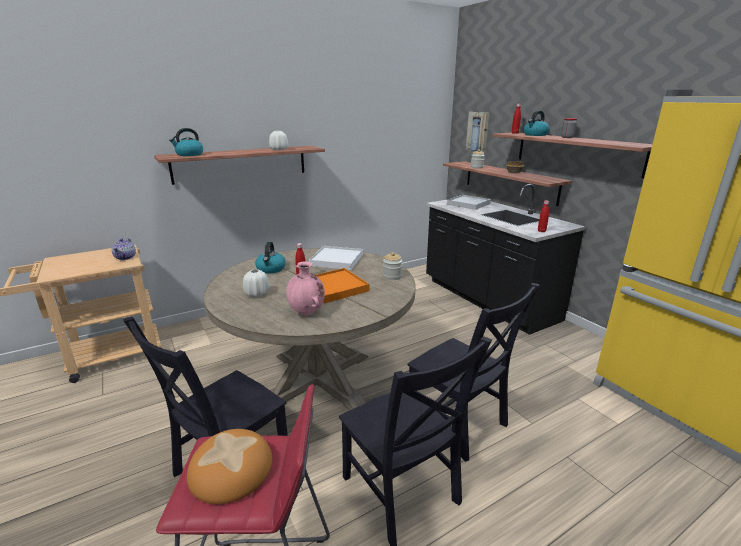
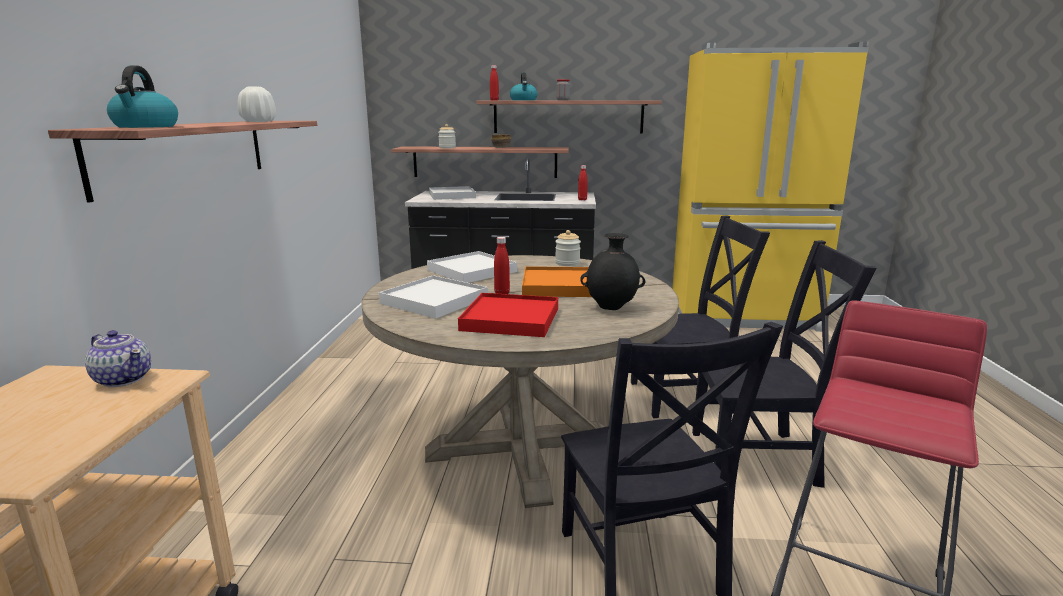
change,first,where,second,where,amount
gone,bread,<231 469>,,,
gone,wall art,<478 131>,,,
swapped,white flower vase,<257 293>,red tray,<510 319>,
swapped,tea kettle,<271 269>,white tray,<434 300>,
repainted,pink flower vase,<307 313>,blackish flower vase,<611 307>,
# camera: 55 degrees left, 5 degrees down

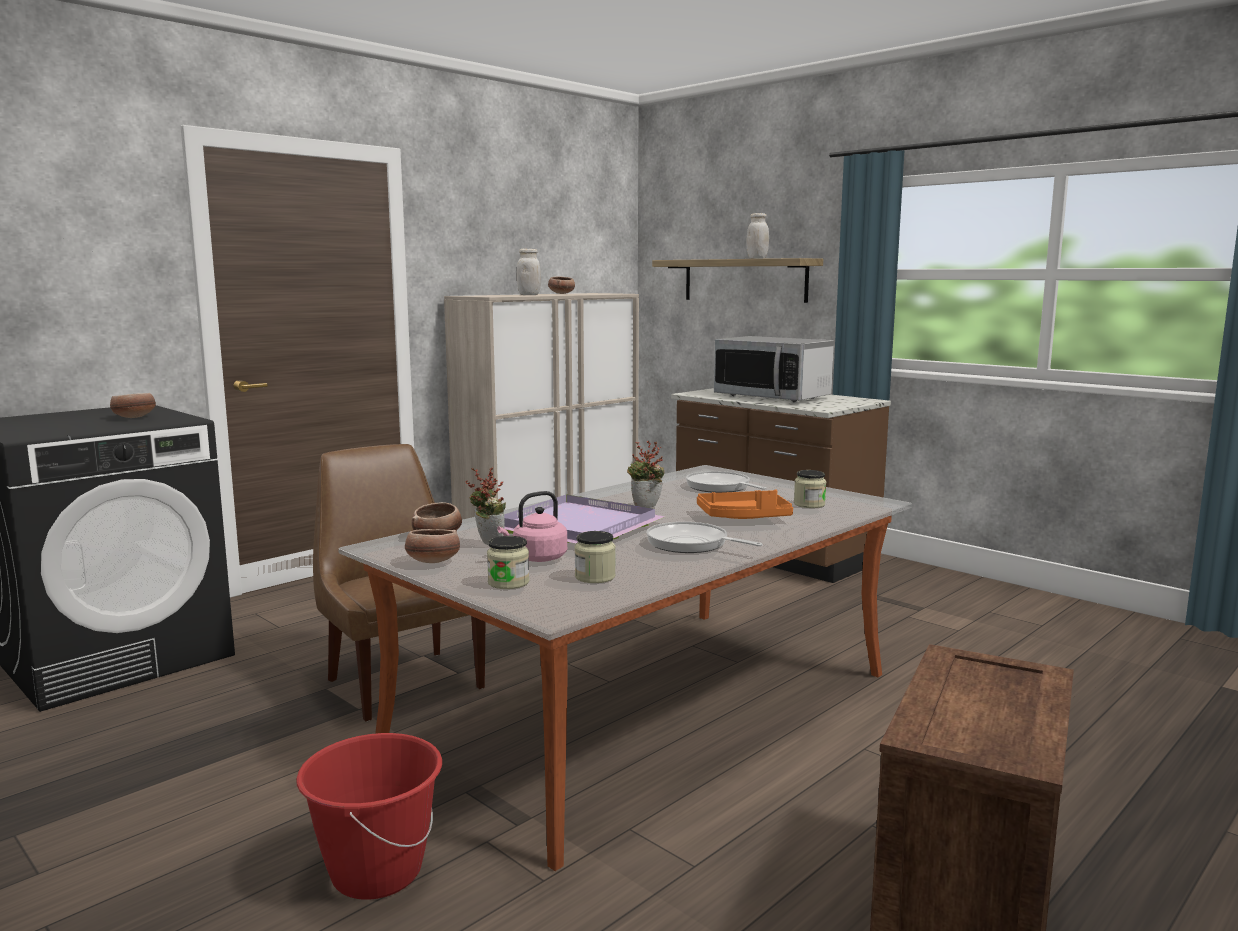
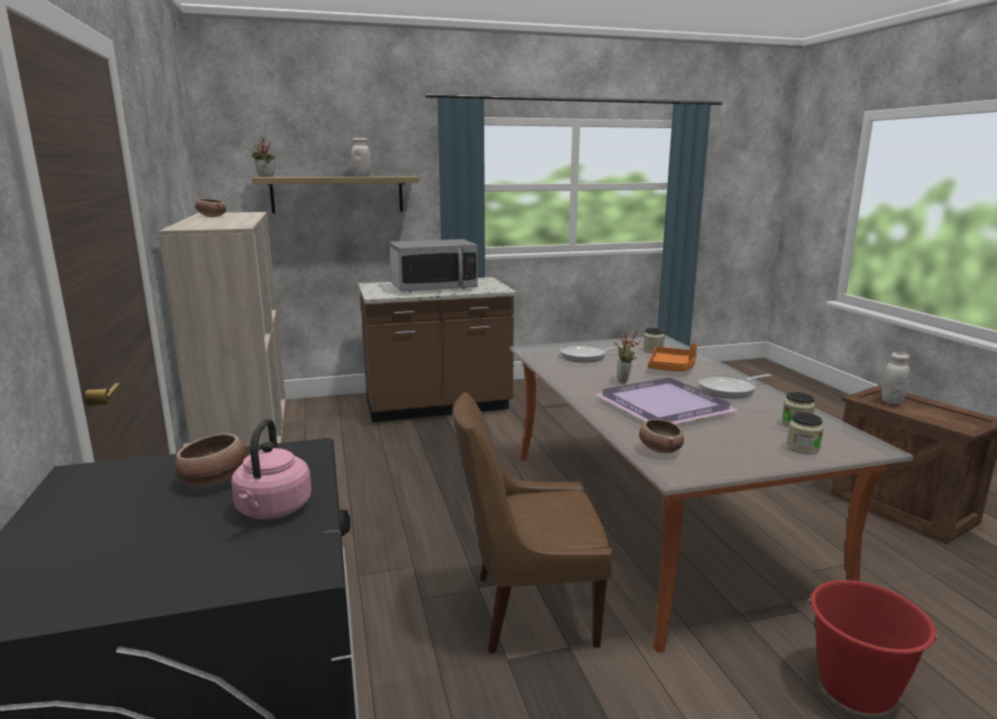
change,first,where,second,where,amount
gone,deep dish,<432 562>,,,
shifted,plant in a pot,<487 544>,,<265 177>,
shifted,pink tea kettle,<537 558>,,<272 510>,
shifted,white storage jar,<529 295>,,<891 401>,
# camera: 60 degrees left, 5 degrees up

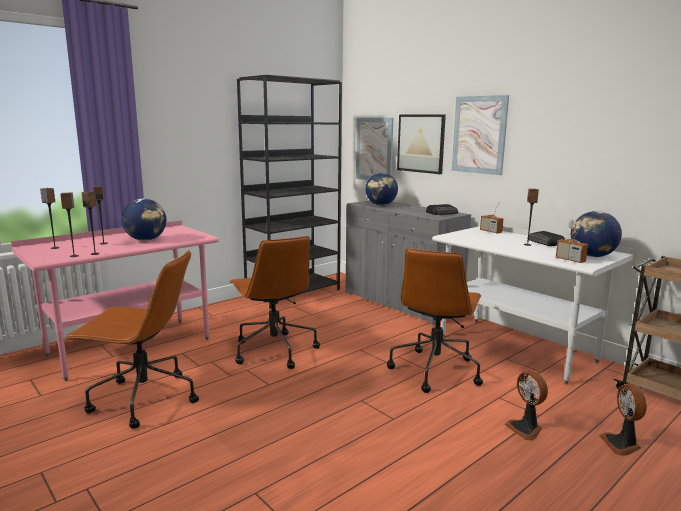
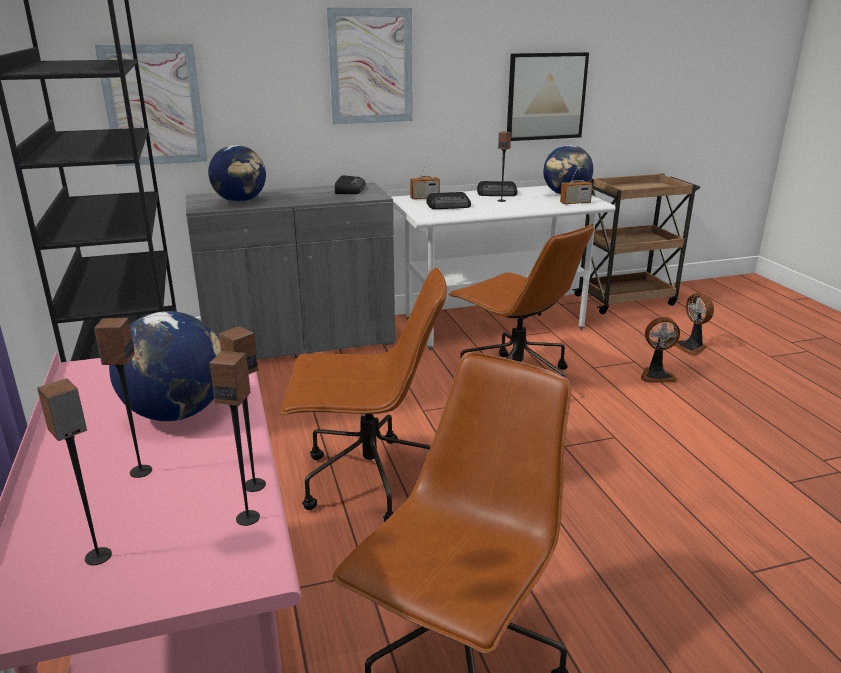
change,first,where,second,where,amount
new,,,radio receiver,<449 206>,
shifted,wall art,<421 143>,,<546 96>,
rotated,electric fan,<621 444>,,<691 347>,45 degrees clockwise
# camera: 65 degrees left, 10 degrees up

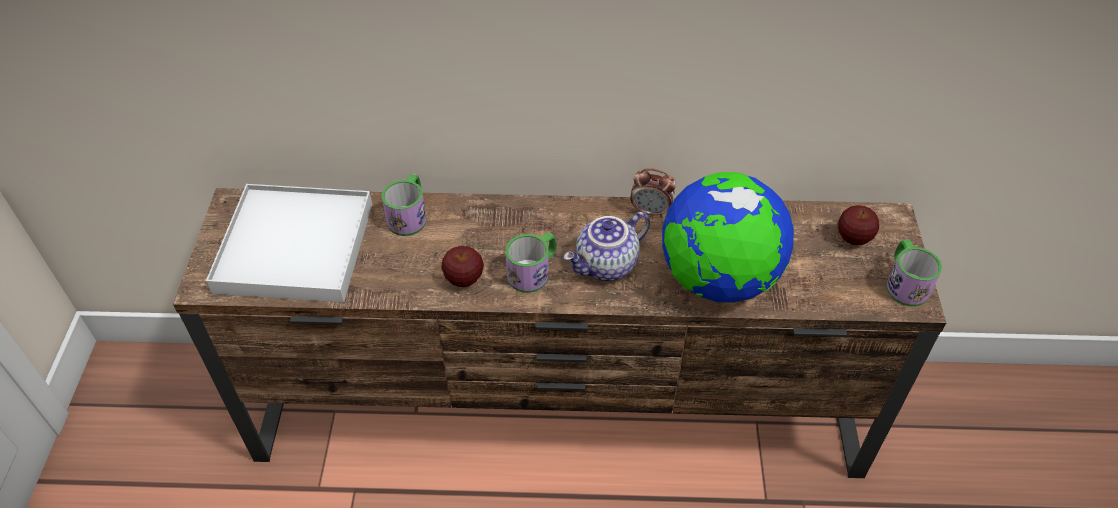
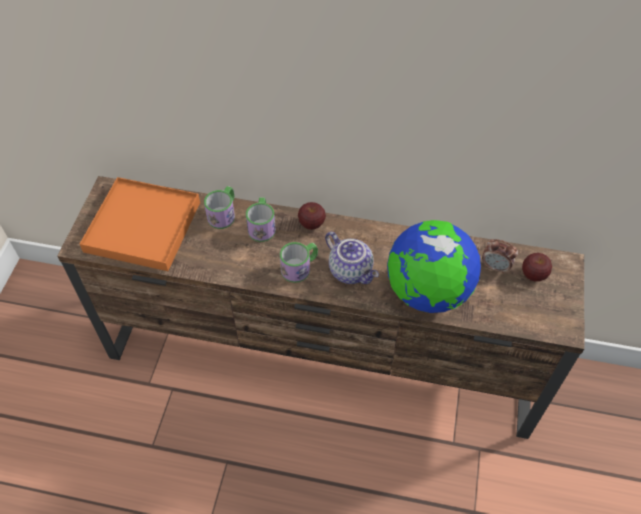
change,first,where,second,where,amount
shifted,whole apple,<464 279>,,<311 224>,
shifted,bedside clock,<651 211>,,<495 267>,
shifted,coffee mug,<904 283>,,<262 226>,
repainted,white tray,<294 247>,orange-coloured tray,<142 227>,
rotated,teapot,<607 266>,,<351 271>,105 degrees counterclockwise
# camera: 10 degrees right, 5 degrees up

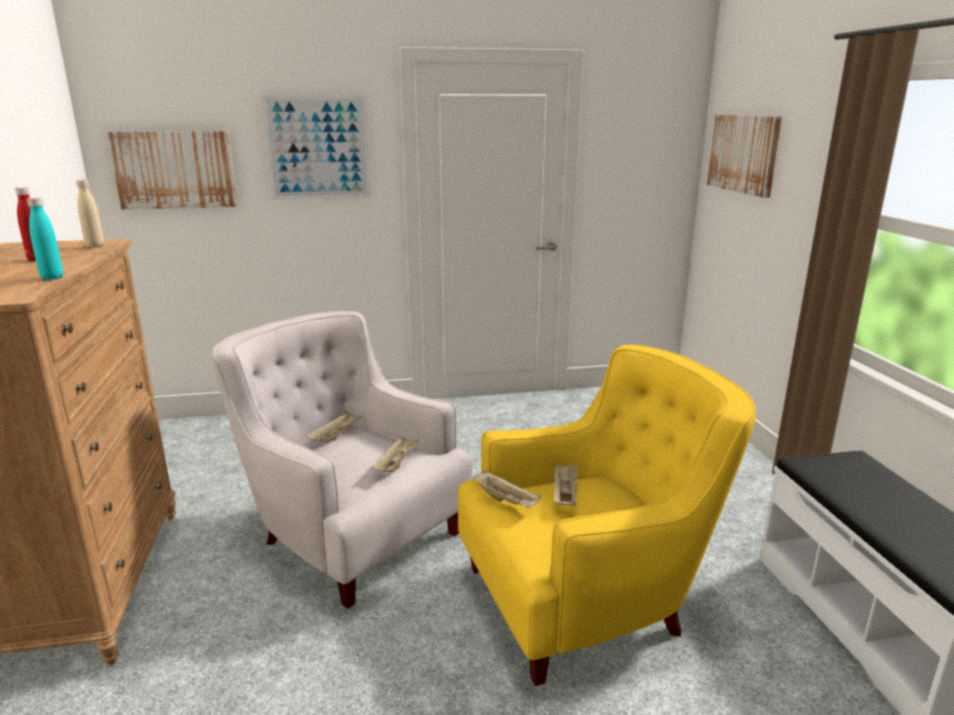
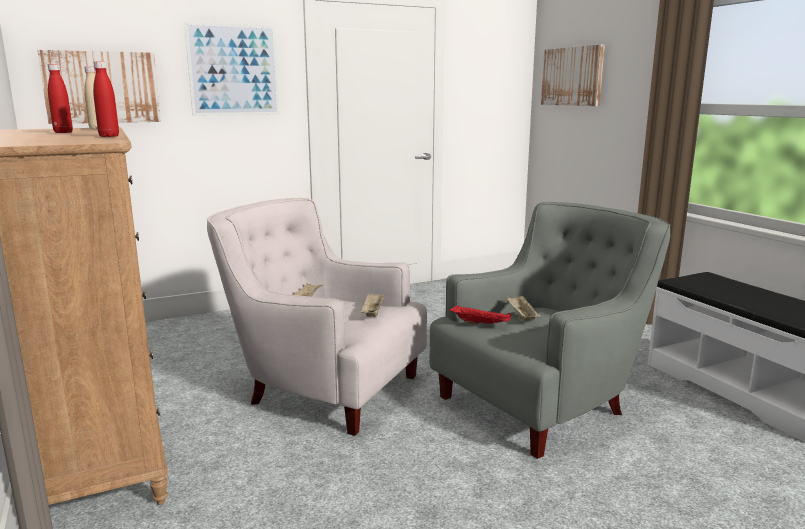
change,first,where,second,where,amount
repainted,turquoise-coloured beverage bottle,<52 278>,red beverage bottle,<109 136>,
repainted,yellowish lounge chair,<589 598>,greyish lounge chair,<542 402>,
repainted,beige-coloured tray,<507 501>,red tray,<481 324>,
# camera: 15 degrees left, 5 degrees down

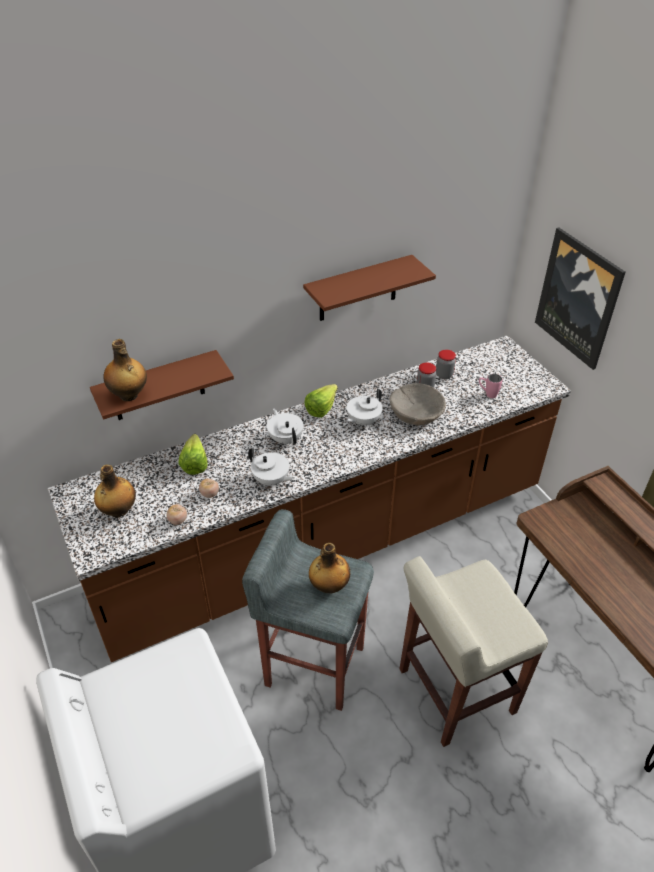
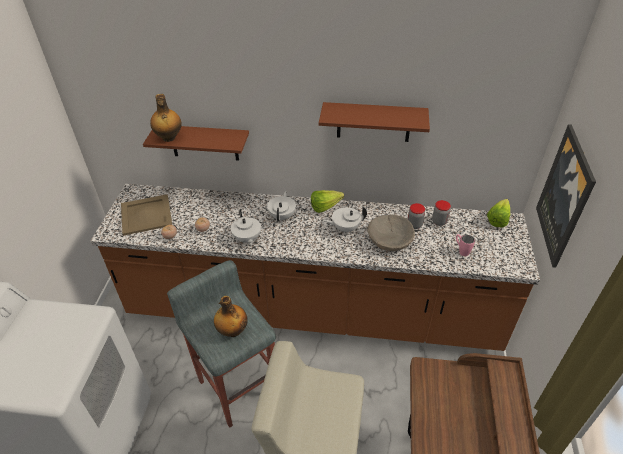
change,first,where,second,where,amount
shifted,lettuce head,<196 461>,,<499 218>,
swapped,beverage bottle,<118 511>,beige-coloured tray,<145 214>,
# camera: 35 degrees right, 0 degrees up

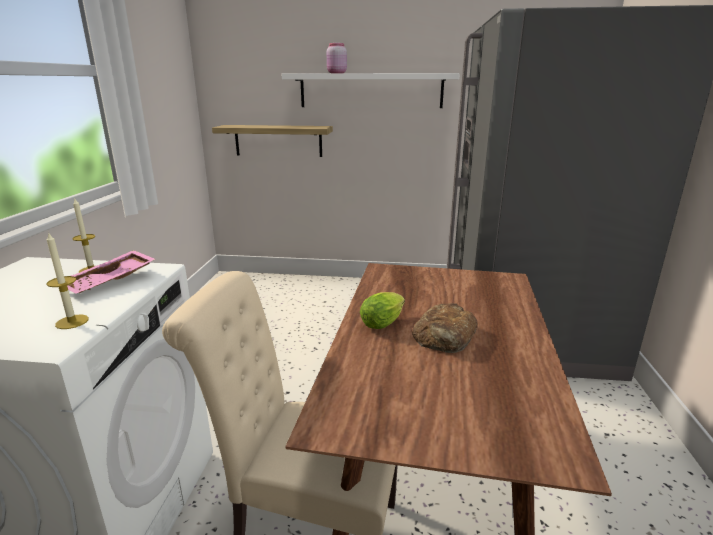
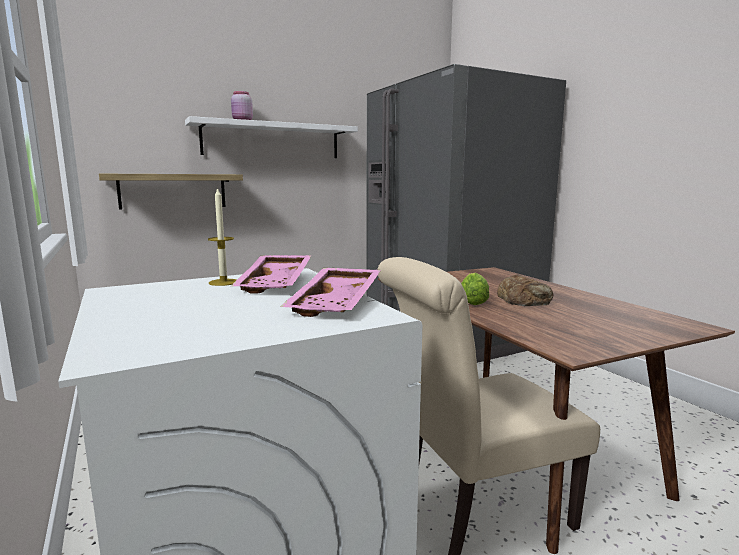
change,first,where,second,where,amount
swapped,candle,<72 322>,pink tray,<338 303>,
# camera: 35 degrees left, 10 degrees down

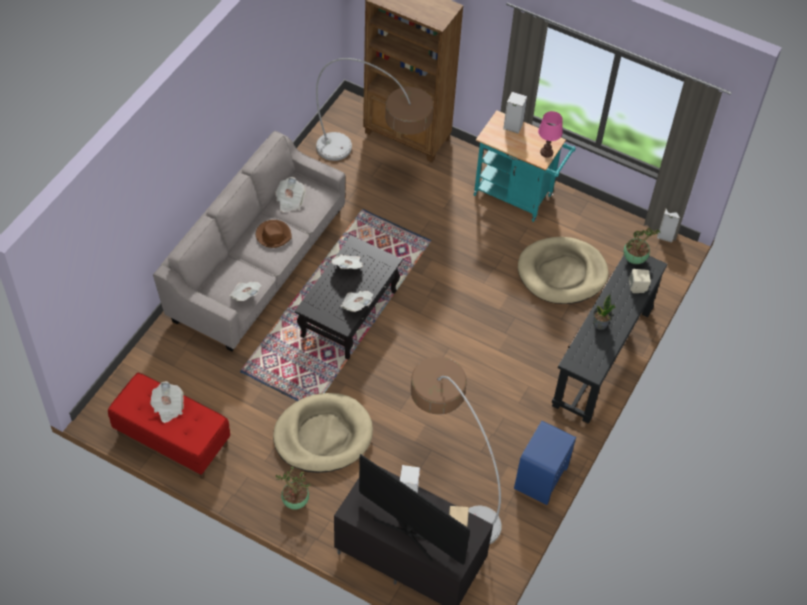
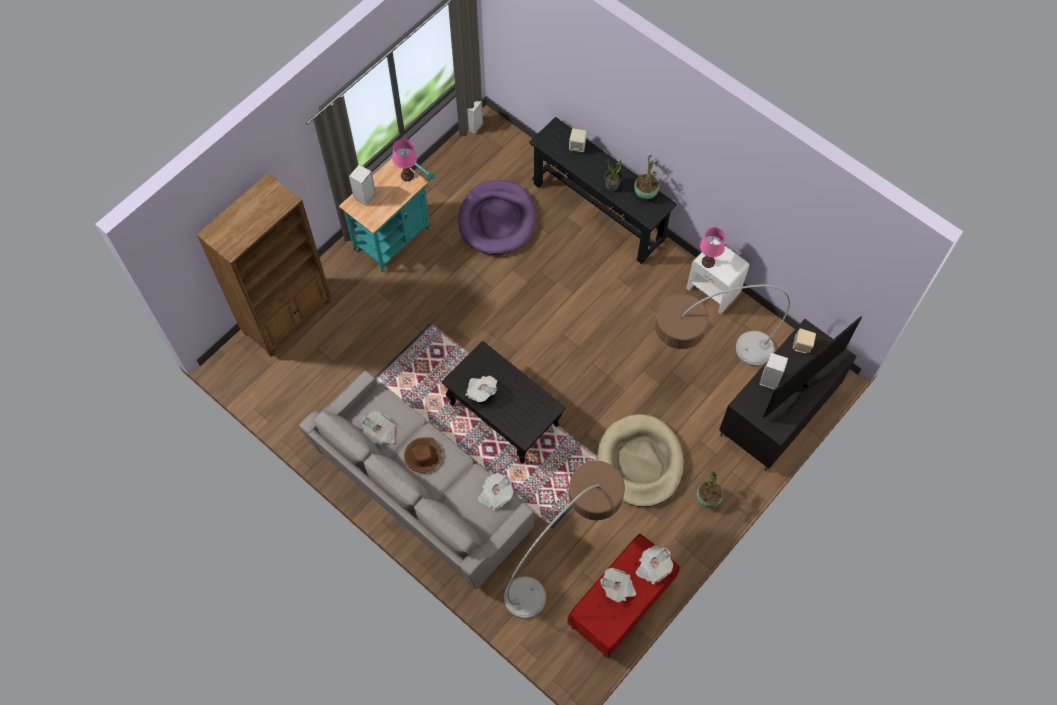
change,first,where,second,where,amount
new,,,pink lamp for a table,<708 262>,
shifted,standing lamp,<375 167>,,<563 557>,
shifted,daily paper,<356 305>,,<652 567>,
shifted,plant in a pot,<635 258>,,<645 192>,
repainted,blue night table,<540 478>,white night table,<713 290>,
repainted,beige-coloured pet bed,<562 273>,purplish pet bed,<497 220>,
# camera: 75 degrees left, 10 degrees up

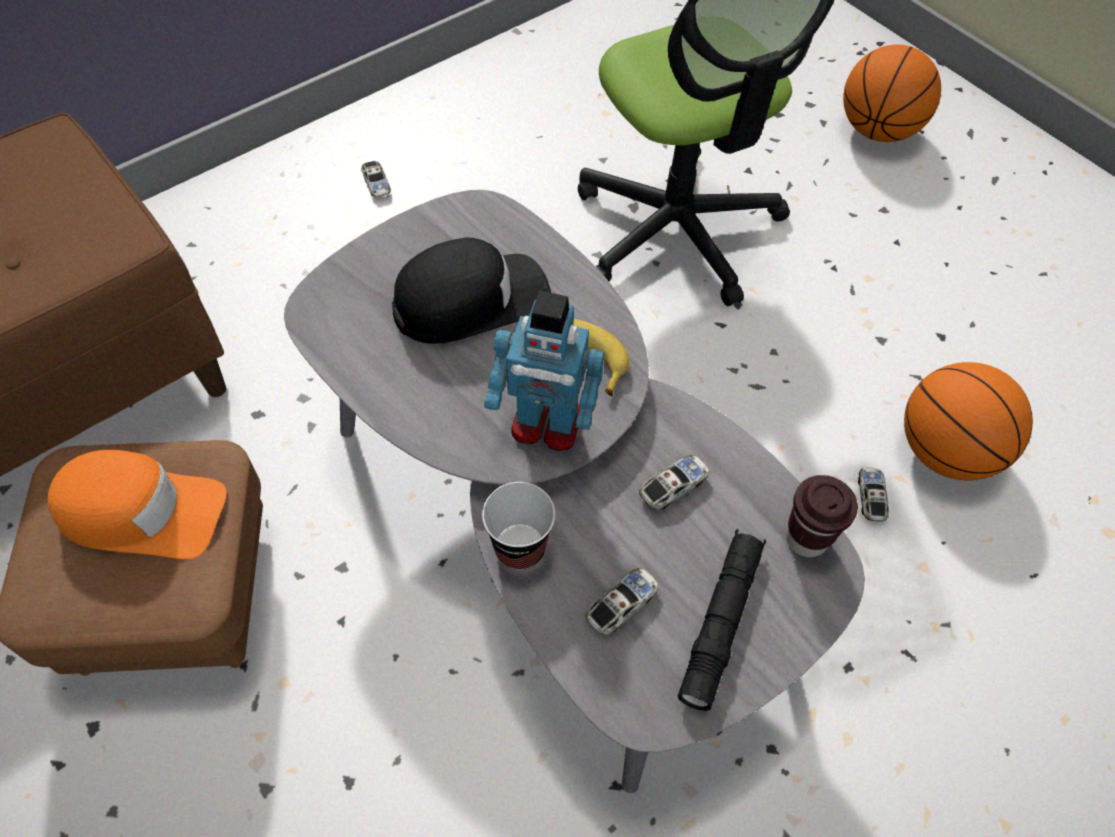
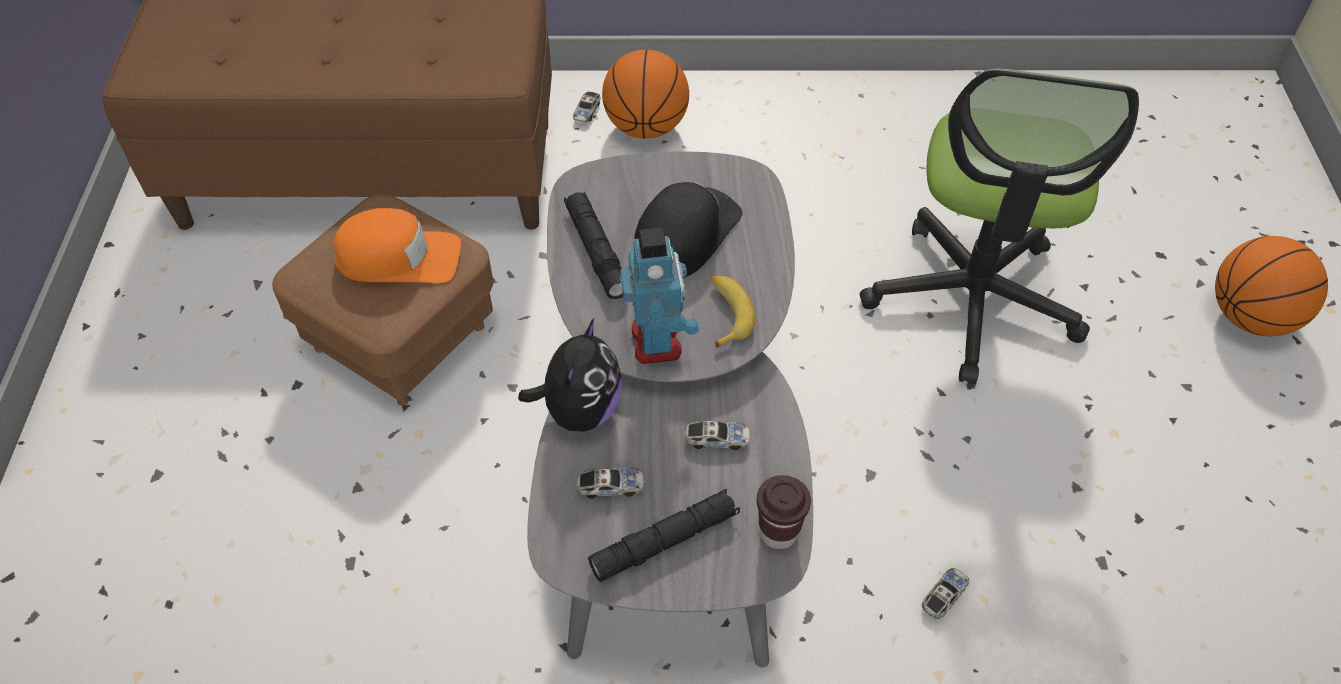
change,first,where,second,where,amount
new,,,blackish flashlight,<596 251>,
shifted,toy car,<377 184>,,<587 112>,
shifted,basketball,<945 451>,,<646 127>,
swapped,drinking cup,<519 548>,cuddly toy,<580 411>,
rotated,orange-coloured cap,<141 511>,,<399 258>,45 degrees counterclockwise
rotated,blackish cap,<472 300>,,<685 234>,75 degrees counterclockwise
rotated,model robot,<546 425>,,<657 341>,150 degrees counterclockwise
# camera: 40 degrees right, 5 degrees down

